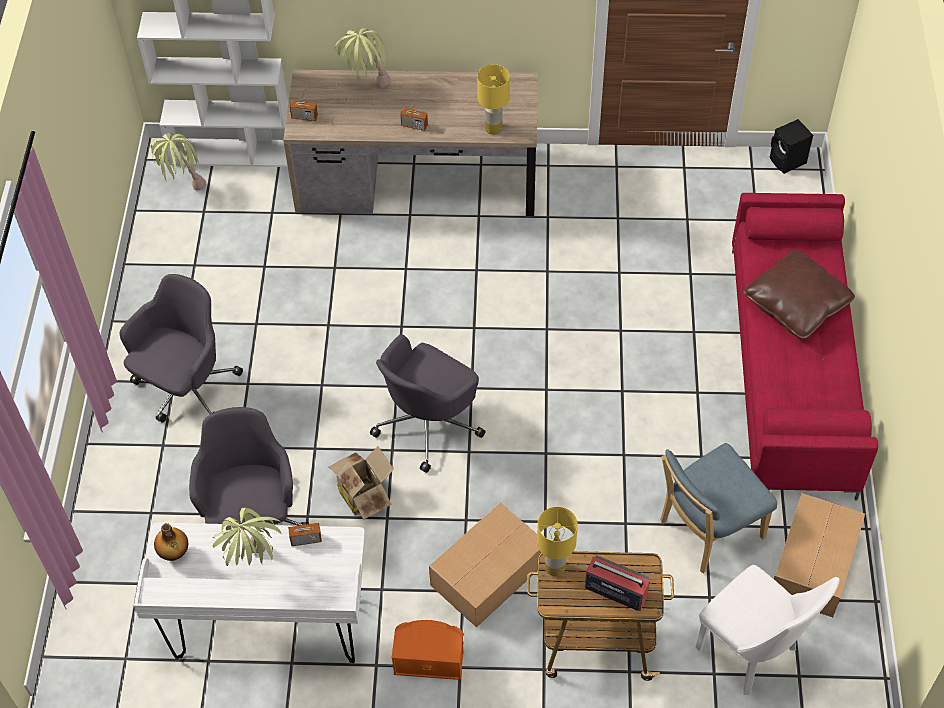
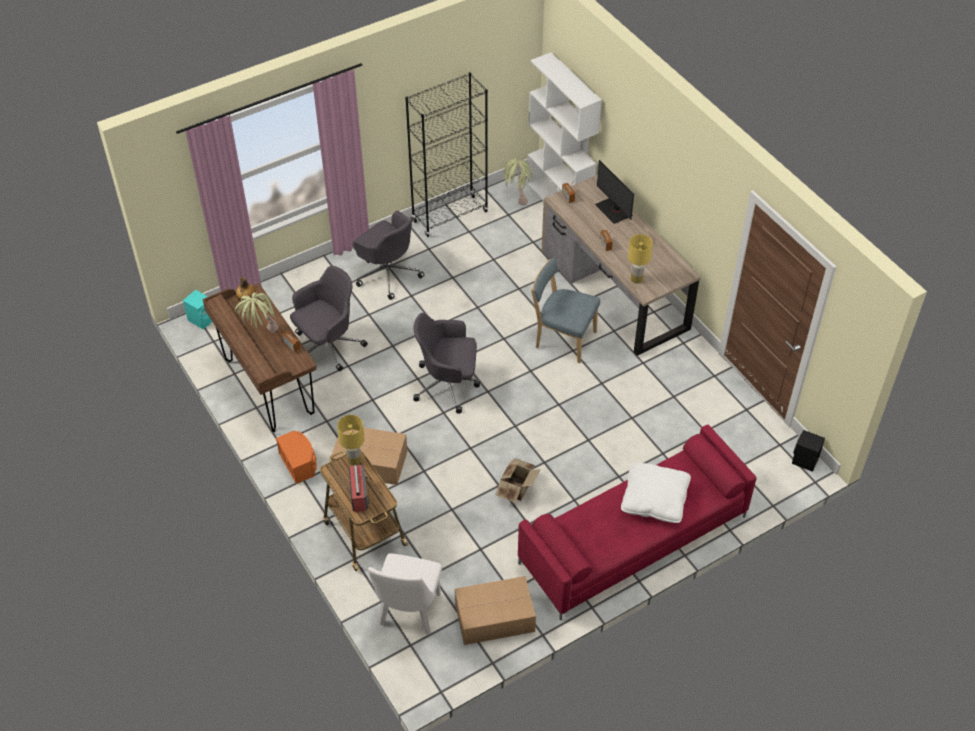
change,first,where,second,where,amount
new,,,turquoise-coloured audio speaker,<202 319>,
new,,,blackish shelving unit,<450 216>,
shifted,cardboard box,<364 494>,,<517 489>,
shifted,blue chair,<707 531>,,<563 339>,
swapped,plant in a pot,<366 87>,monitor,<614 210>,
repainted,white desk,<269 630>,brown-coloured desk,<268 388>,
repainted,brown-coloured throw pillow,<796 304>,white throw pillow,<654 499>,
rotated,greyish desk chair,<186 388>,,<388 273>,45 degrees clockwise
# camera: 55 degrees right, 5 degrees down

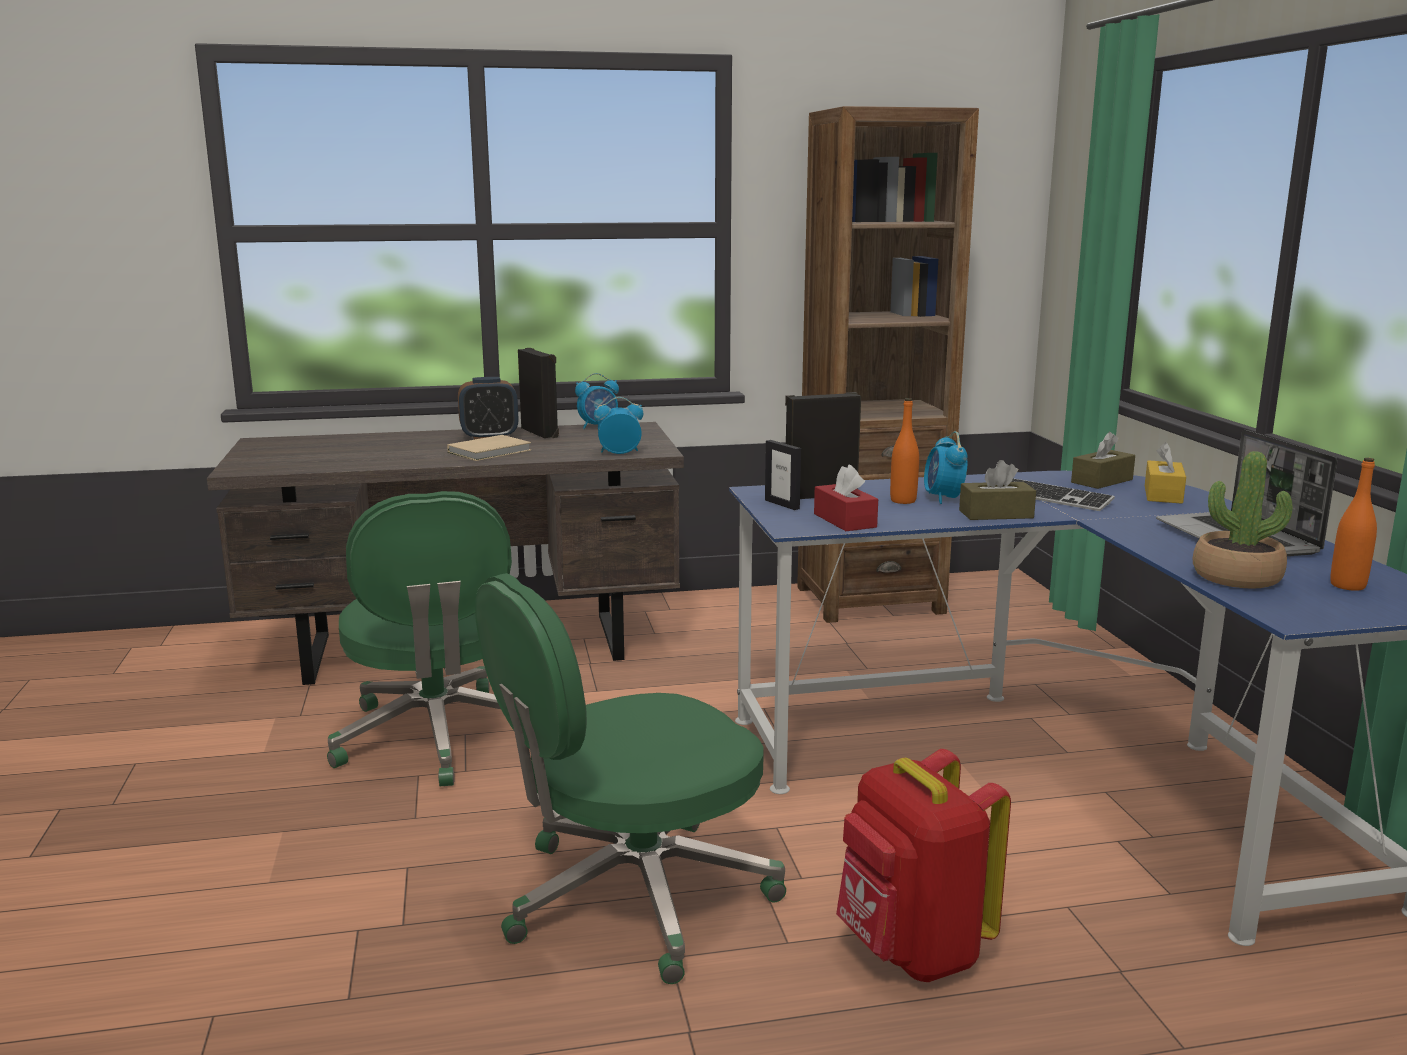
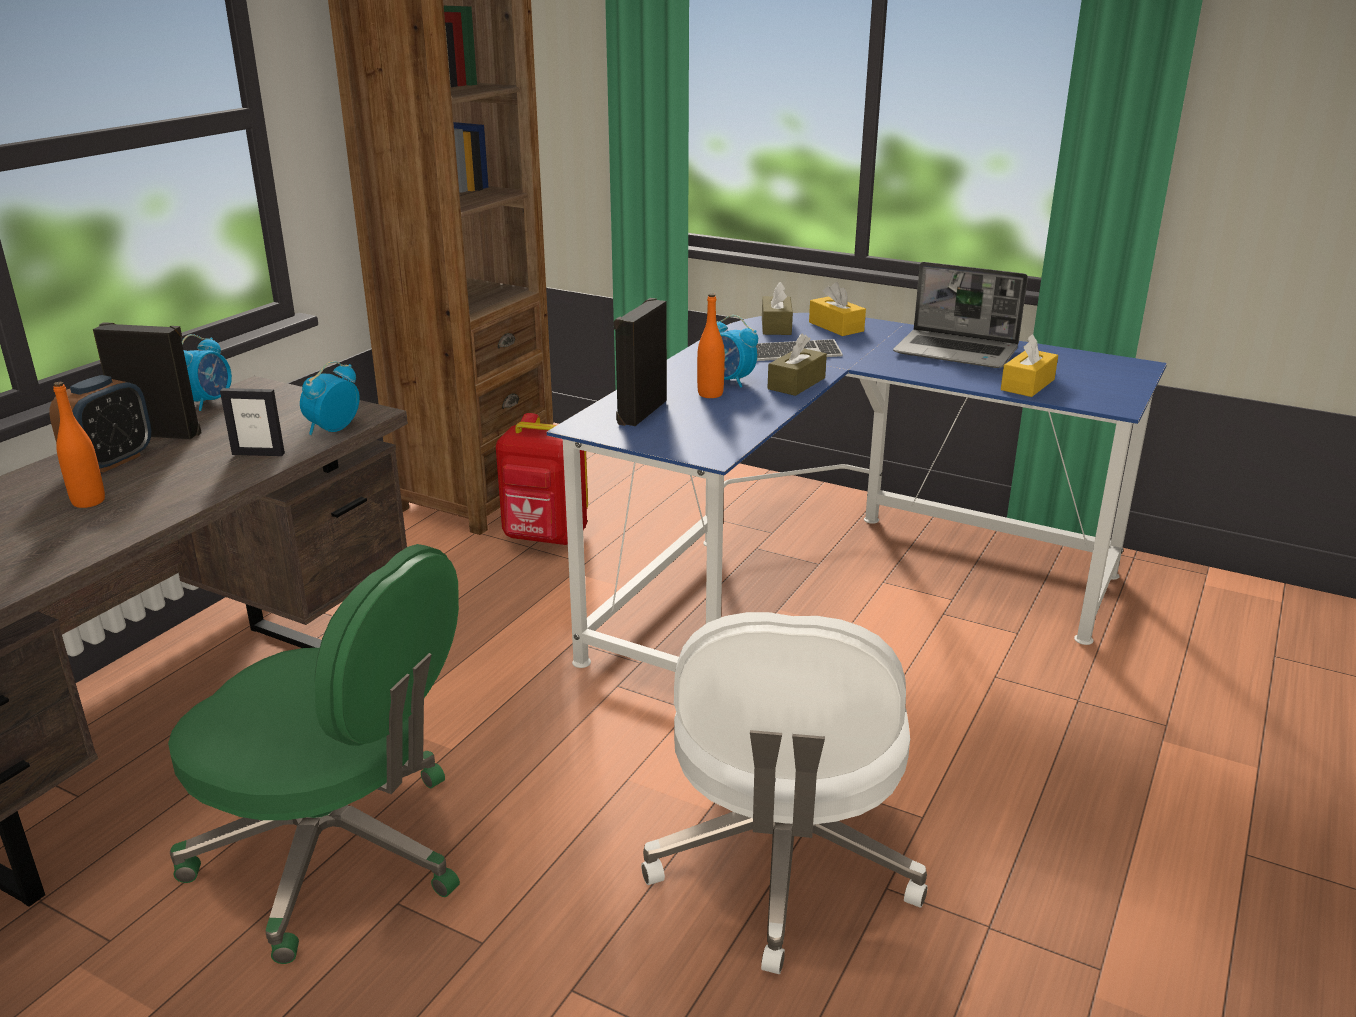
change,first,where,second,where,amount
gone,beige-coloured volume,<492 451>,,,
gone,red tissue holder,<844 520>,,,
shifted,standing frame,<782 504>,,<258 454>,
shifted,red knapsack,<911 951>,,<545 538>,
shifted,orange-coloured beverage bottle,<1347 585>,,<88 501>,
swapped,plant in a pot,<1236 577>,yellowish tissue holder,<1027 385>,
repainted,green-coloured desk chair,<633 897>,white desk chair,<782 865>,
# camera: 50 degrees left, 10 degrees up

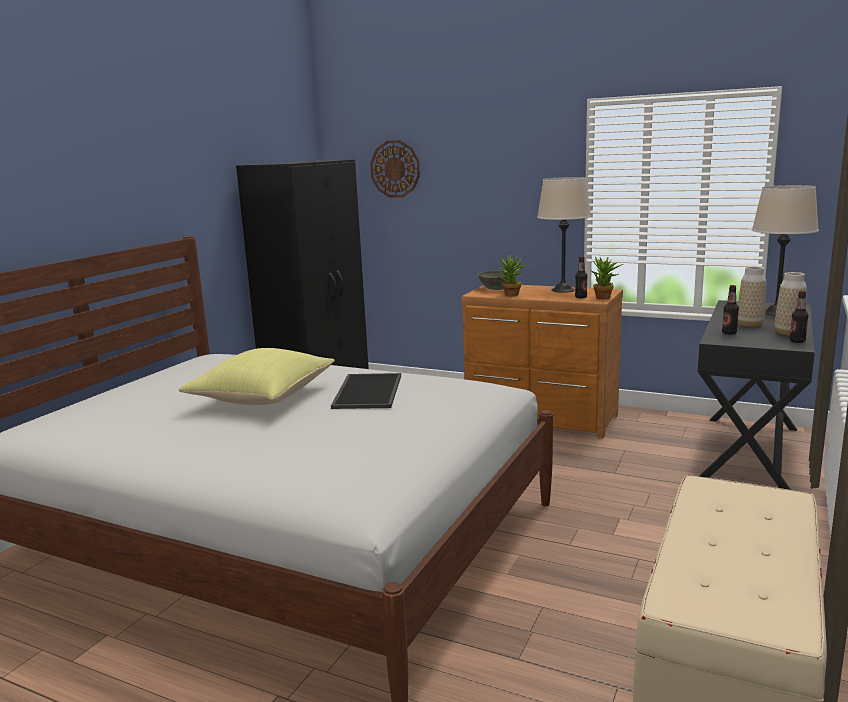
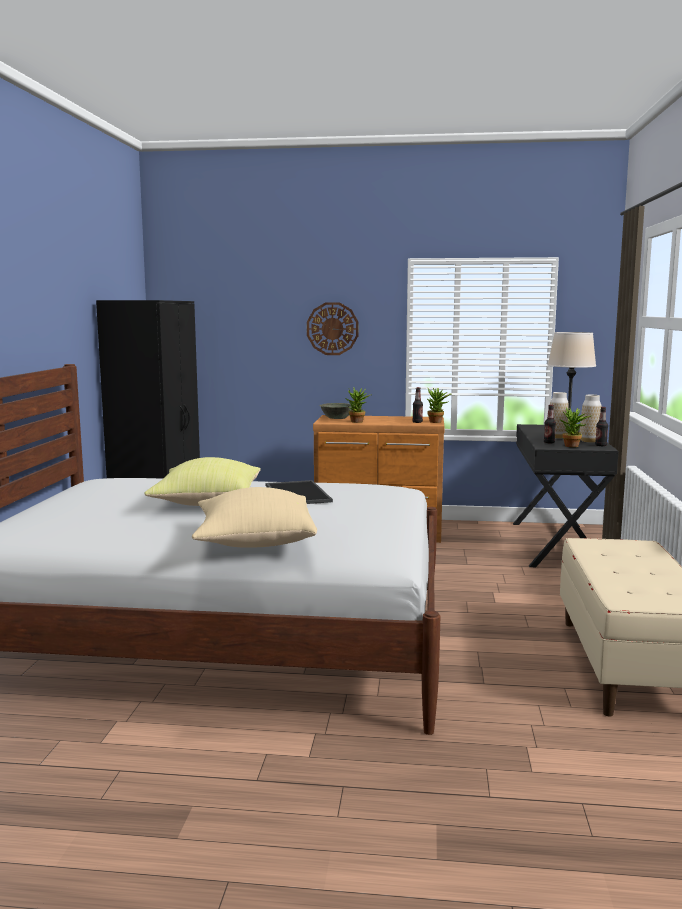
change,first,where,second,where,amount
gone,beige-coloured lamp for a table,<563 290>,,,
new,,,beige-coloured throw pillow,<254 542>,
new,,,plant in a pot,<573 446>,
shifted,clock on the wall,<395 169>,,<332 328>,
# camera: 20 degrees left, 5 degrees down

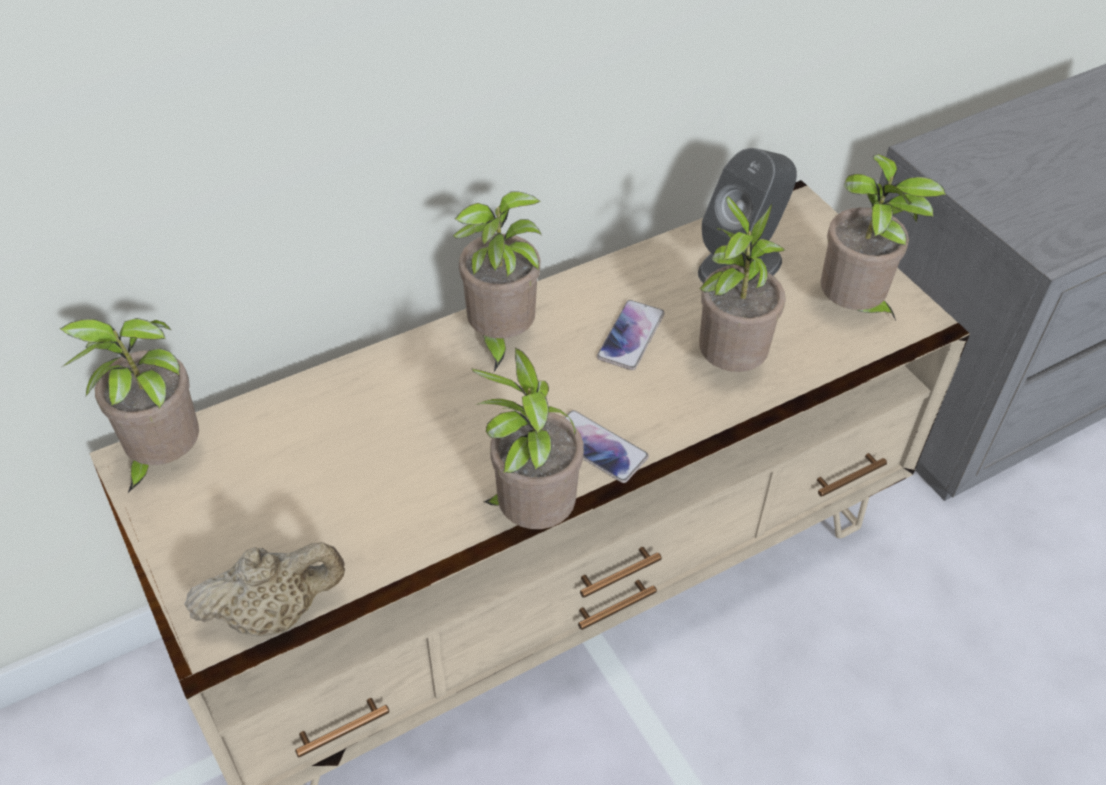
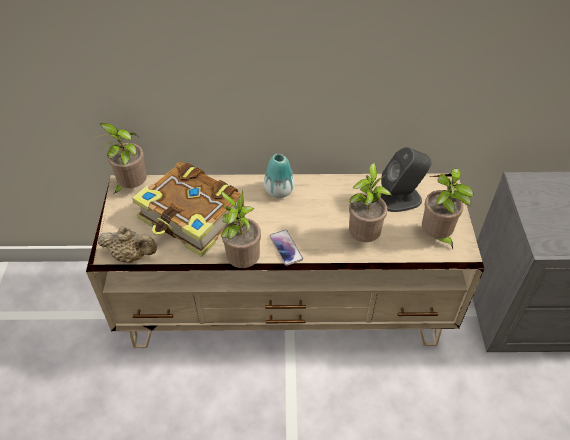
change,first,where,second,where,amount
gone,telephone,<631 336>,,,
new,,,volume,<192 218>,
swapped,plant in a pot,<500 339>,flower vase,<279 191>,
# camera: 30 degrees right, 0 degrees up

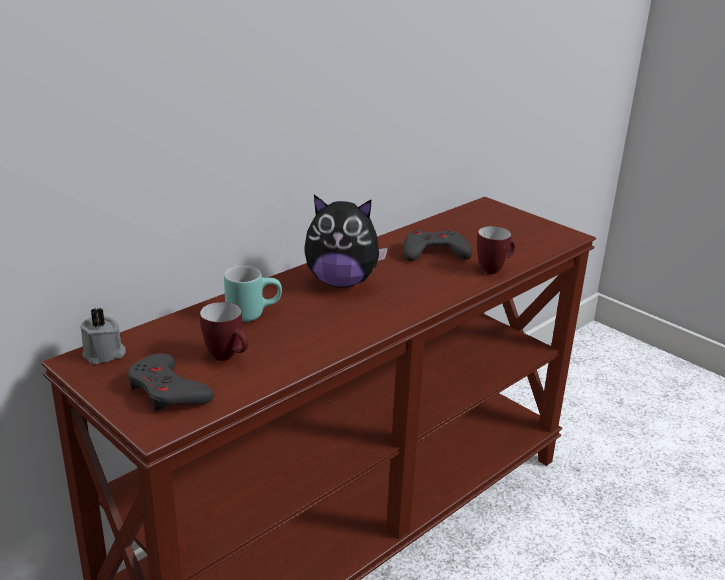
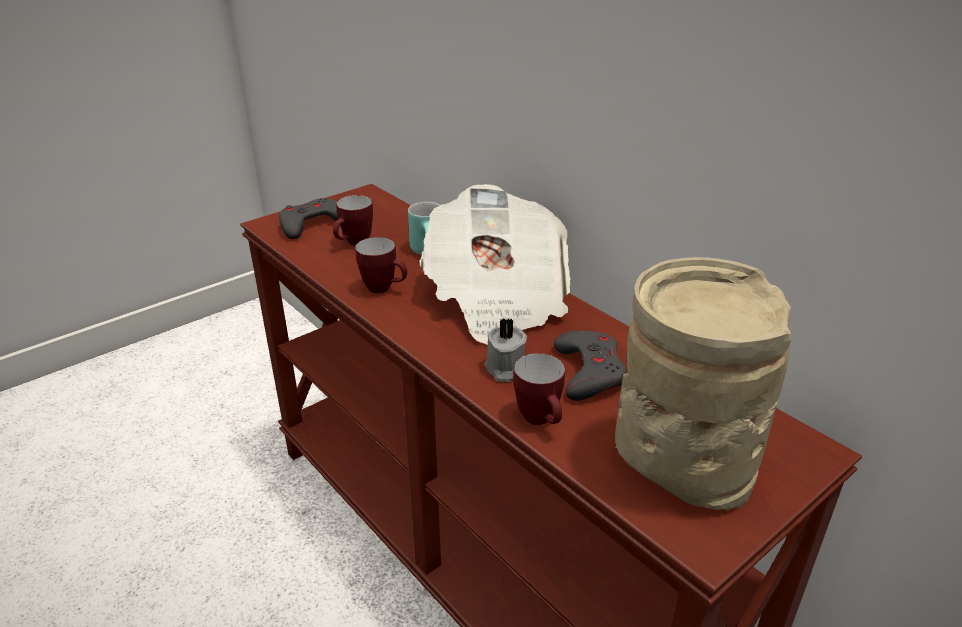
change,first,where,second,where,amount
new,,,coffee mug,<384 289>,
new,,,beige-coloured flower vase,<680 464>,
shifted,greyish candle,<104 354>,,<504 369>,
swapped,cuddly toy,<341 282>,daily paper,<496 299>,
# camera: 95 degrees right, 5 degrees up

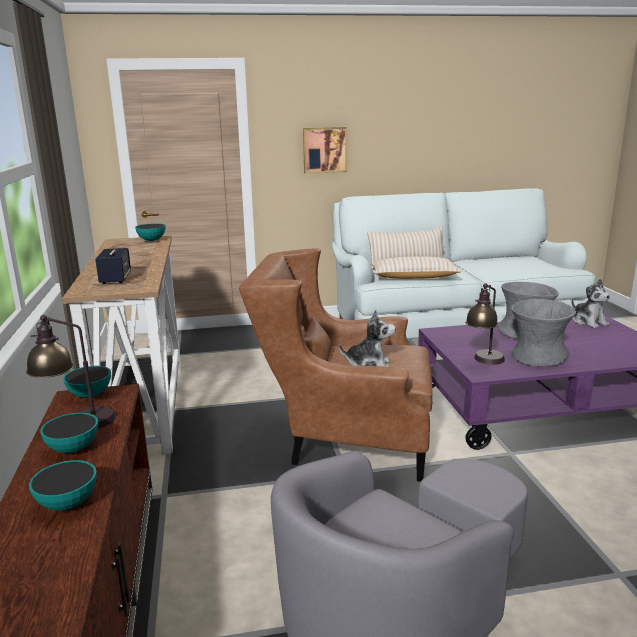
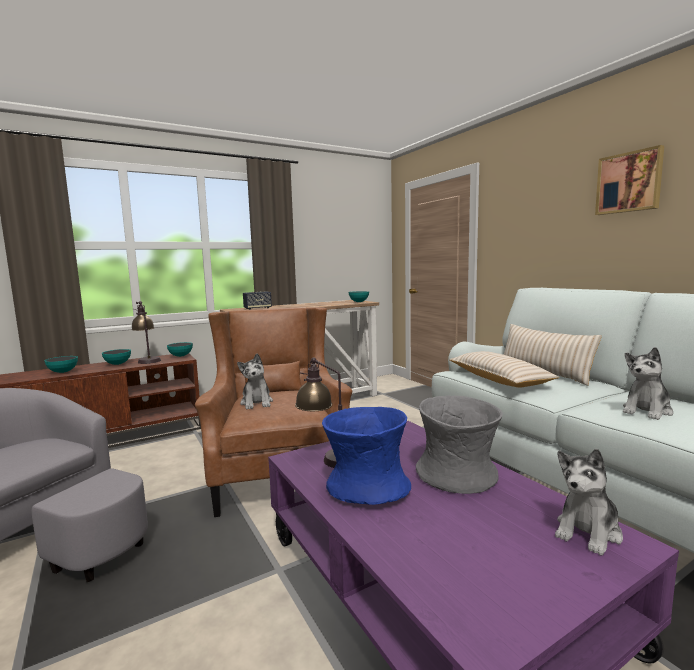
change,first,where,second,where,amount
new,,,cuddly toy,<647 411>,
shifted,wall art,<324 150>,,<629 182>,
repainted,greyish flower vase,<538 357>,blue flower vase,<367 488>,
# camera: 70 degrees right, 10 degrees down

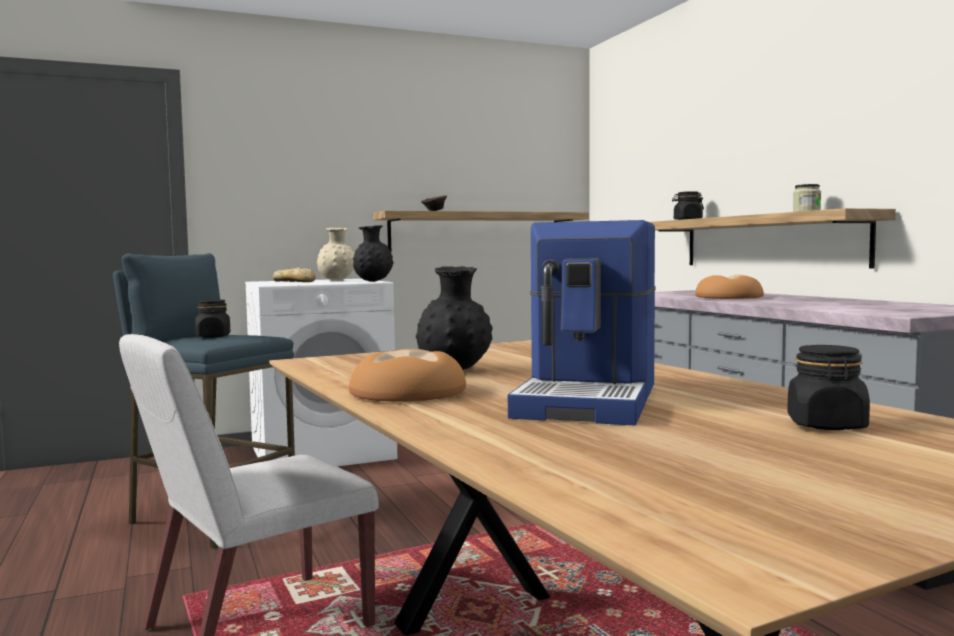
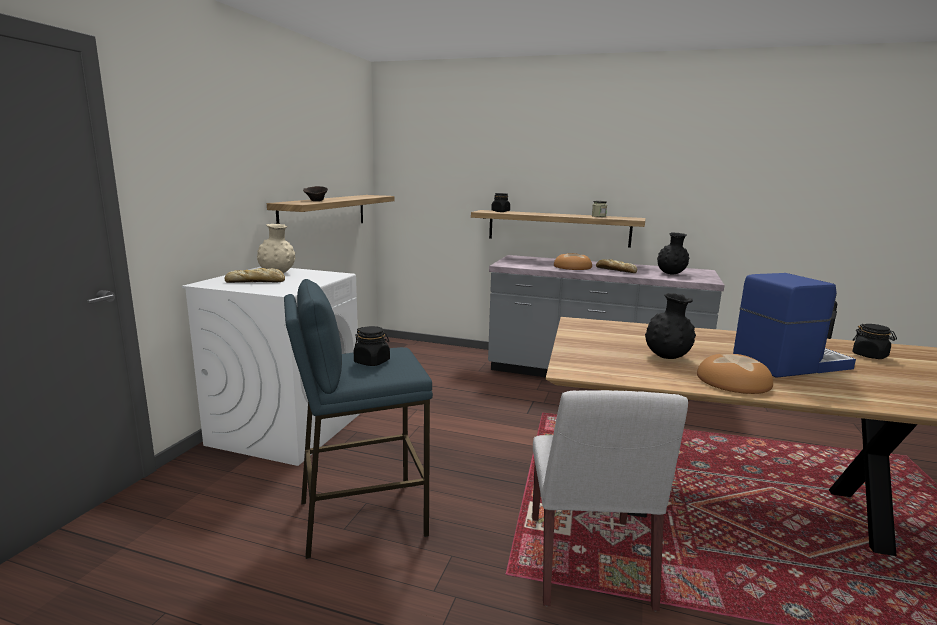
change,first,where,second,where,amount
new,,,bread,<615 270>,
shifted,blackish flower vase,<373 281>,,<671 274>,
rotated,coffee maker,<591 400>,,<789 363>,75 degrees counterclockwise
# camera: 50 degrees left, 10 degrees up

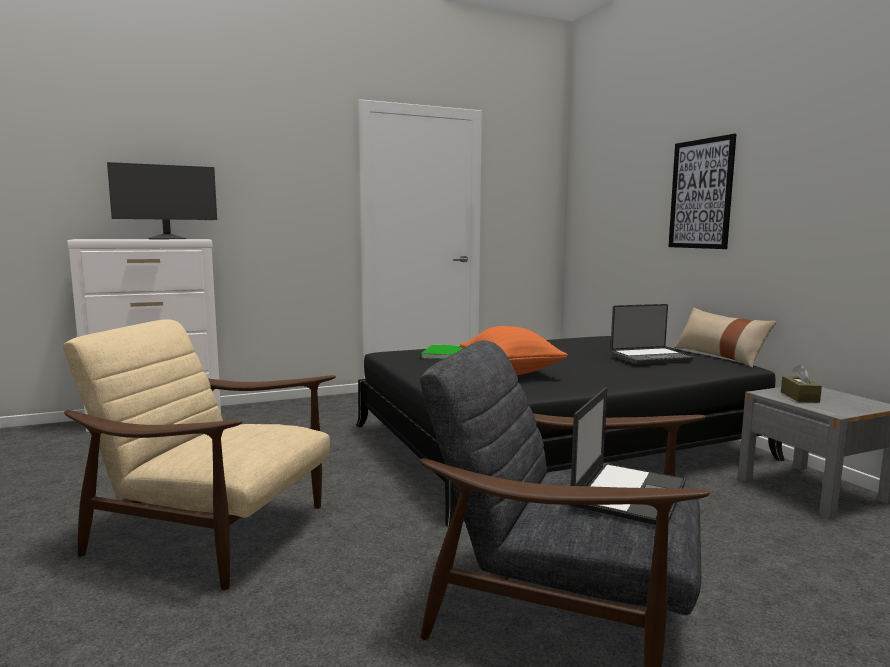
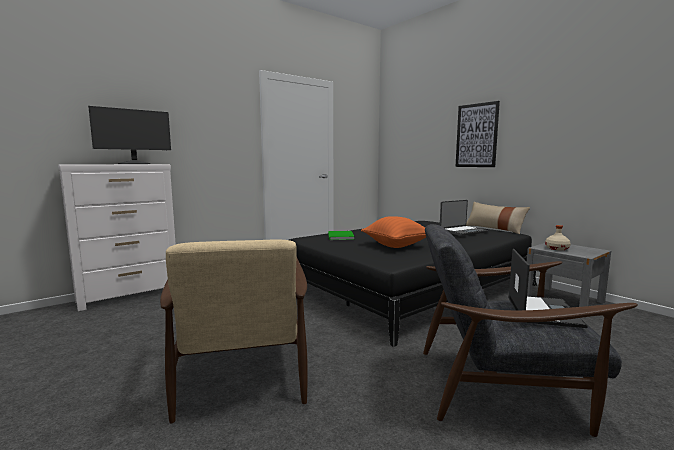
change,first,where,second,where,amount
swapped,brown-coloured tissue holder,<799 397>,beige-coloured beverage bottle,<557 248>,
rotated,beige-coloured lounge chair,<215 531>,,<241 371>,105 degrees counterclockwise
# camera: 15 degrees left, 0 degrees up

